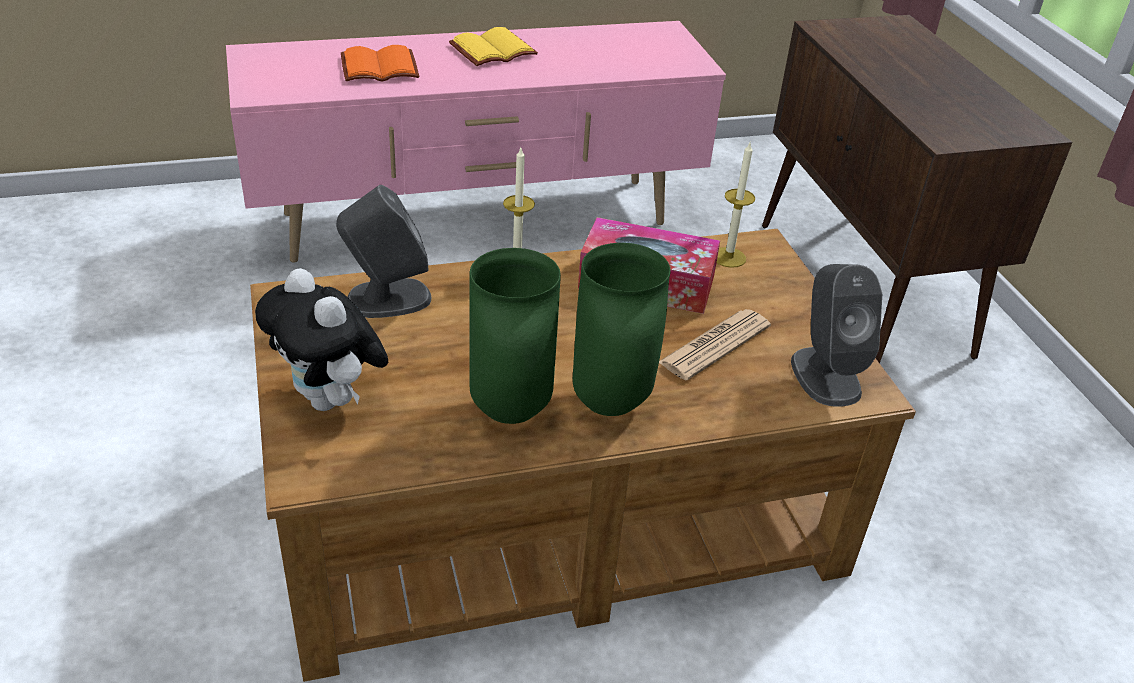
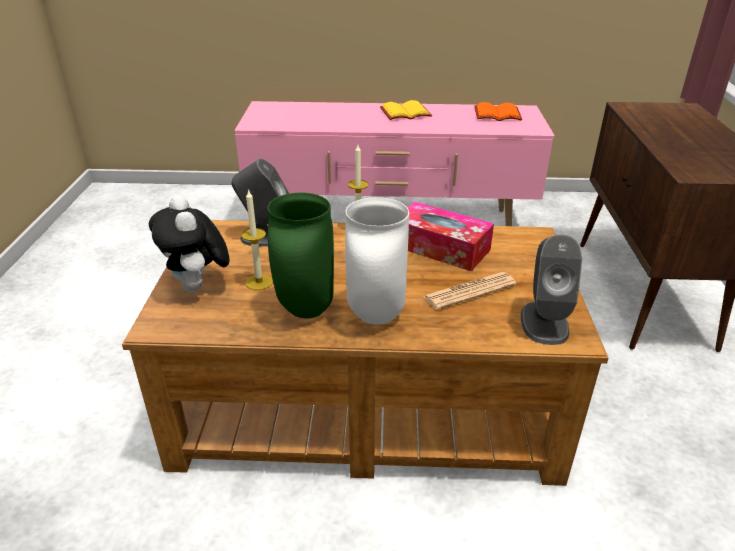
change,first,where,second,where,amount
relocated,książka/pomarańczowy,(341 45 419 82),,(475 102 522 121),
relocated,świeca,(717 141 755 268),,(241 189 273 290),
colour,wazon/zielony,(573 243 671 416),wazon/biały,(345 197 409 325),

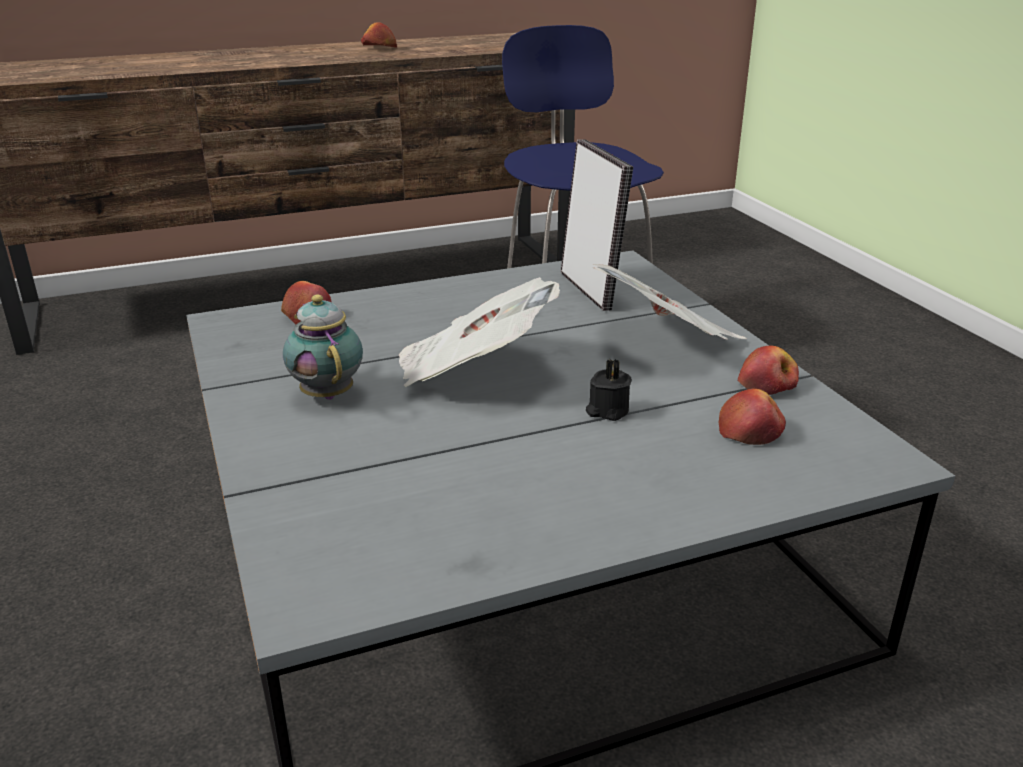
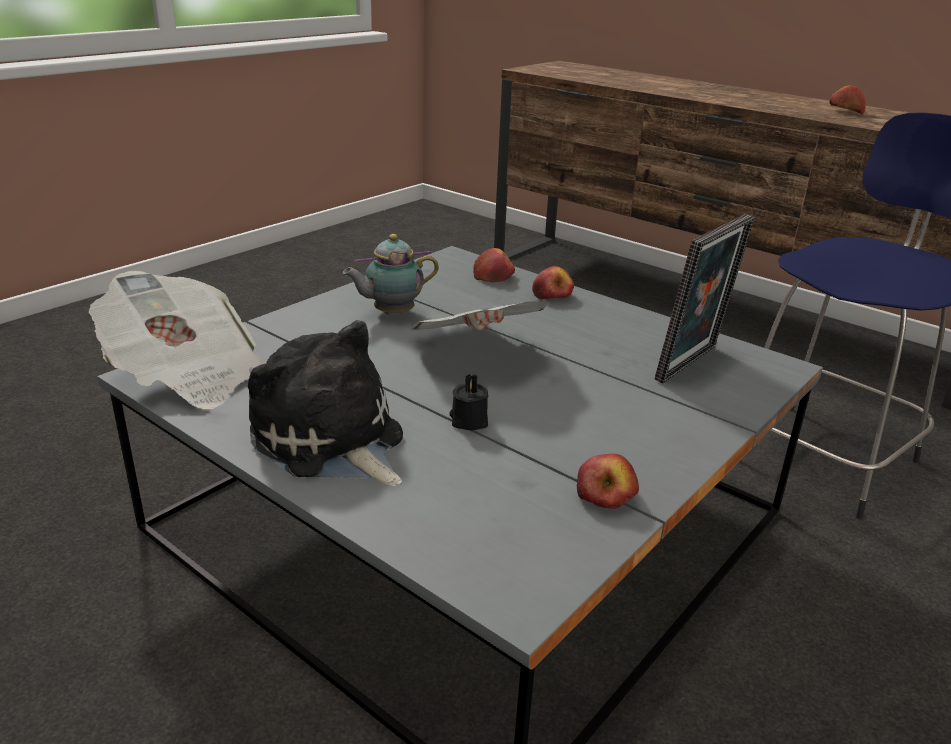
change,first,where,second,where,amount
appeared,,,pluszak,(248 320 403 486),
relocated,gazeta,(592 264 746 340),,(89 270 263 409),
relocated,jabłko,(719 389 786 445),,(532 266 574 299),
spun,imbryk,(283 295 363 400),,(343 234 439 314),150 degrees counterclockwise

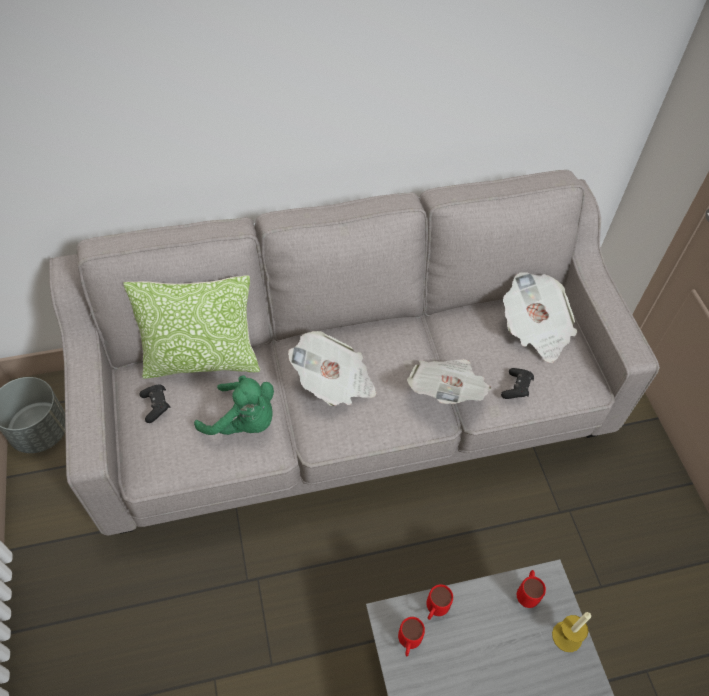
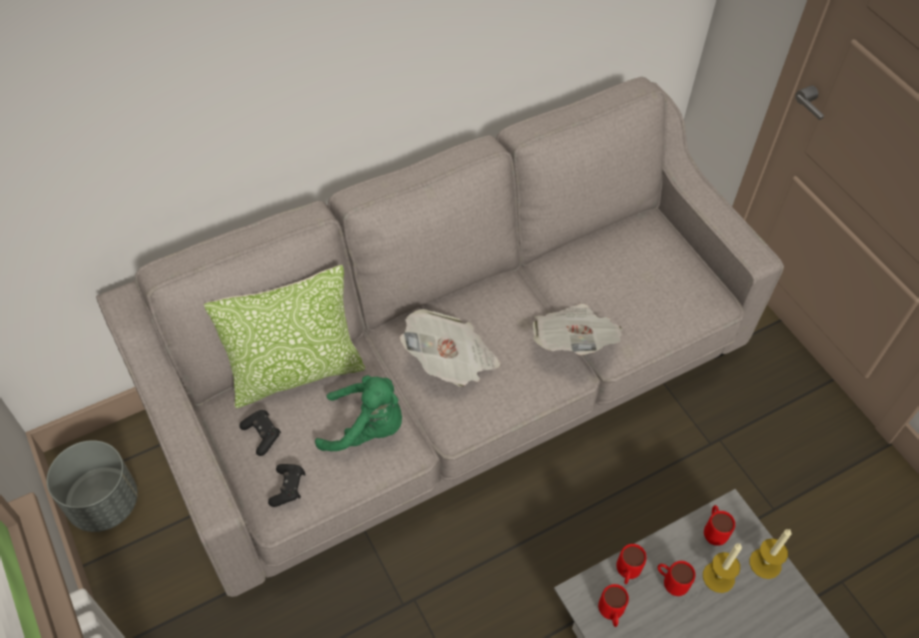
change,first,where,second,where,amount
missing,gazeta,(503 273 577 363),,,
appeared,,,kubek/czerwony,(657 561 695 596),
appeared,,,świeca,(703 543 742 593),
relocated,pad do gier/czarny,(501 368 534 399),,(268 464 306 507),

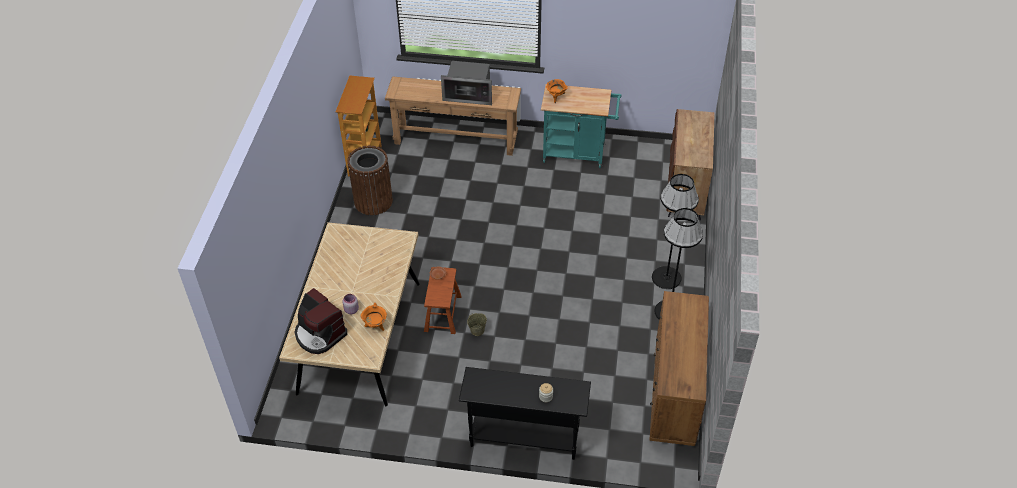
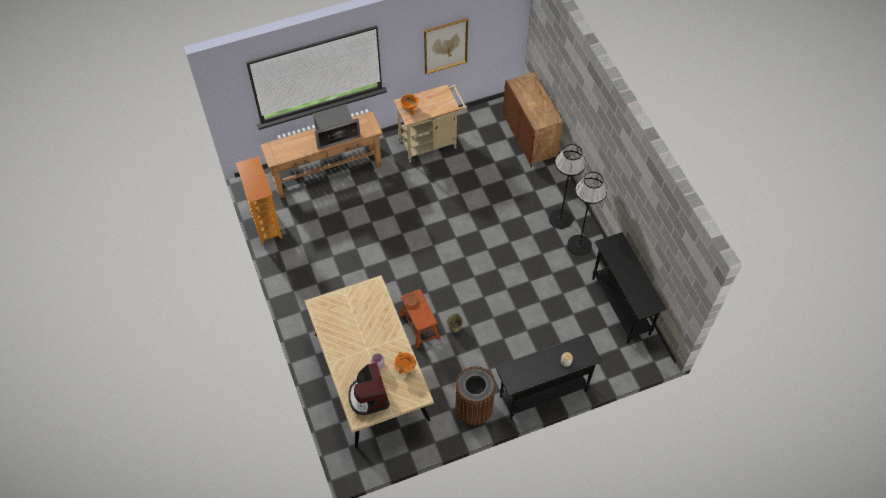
change,first,where,second,where,amount
appeared,,,obraz,(424 18 468 74),
relocated,kosz na śmieci/brązowy,(347 145 393 215),,(455 366 496 425),
exchanged,komoda/brązowy,(649 291 709 446),stolik konsolowy/czarny,(592 232 667 343),
colour,wózek/turkusowy,(541 84 621 168),wózek/beżowy,(394 84 467 163),
spun,ekspres do kawy,(294 288 347 354),,(348 362 390 415),60 degrees clockwise

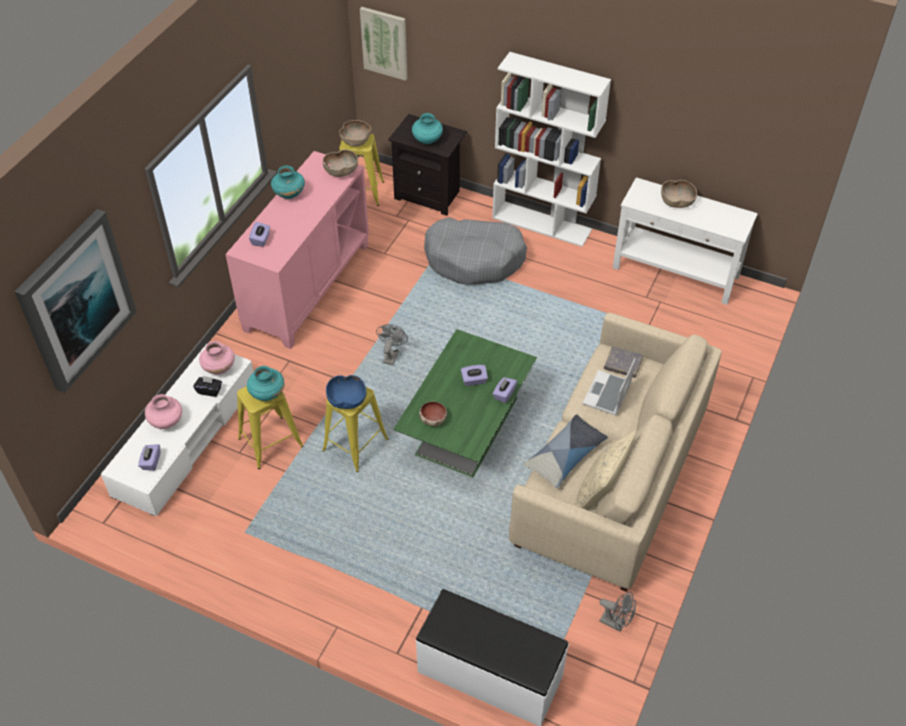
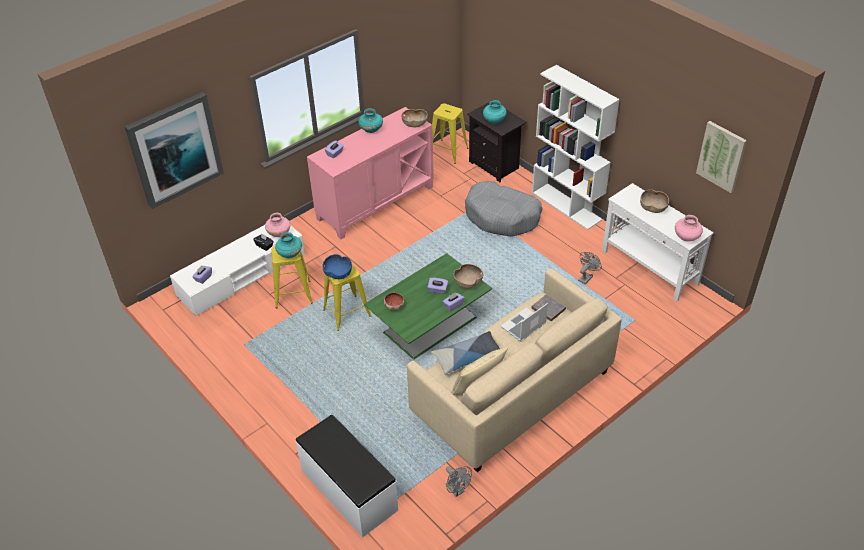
change,first,where,second,where,amount
relocated,wazon/różowy,(145 394 182 429),,(675 215 703 242),
relocated,miska/brązowy,(339 120 371 147),,(454 264 483 289),
relocated,obraz,(360 7 407 81),,(696 121 747 193),
relocated,wentylator/szary,(376 324 408 365),,(578 252 602 284),

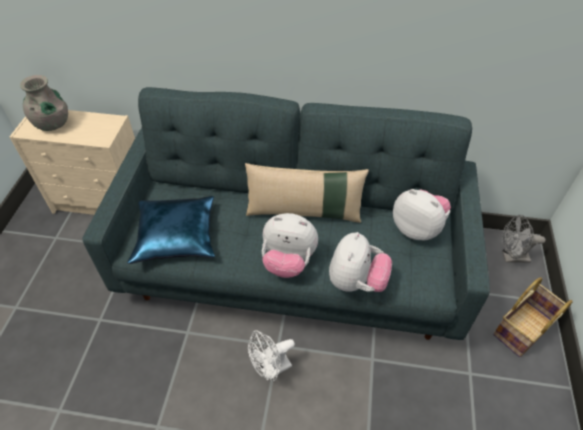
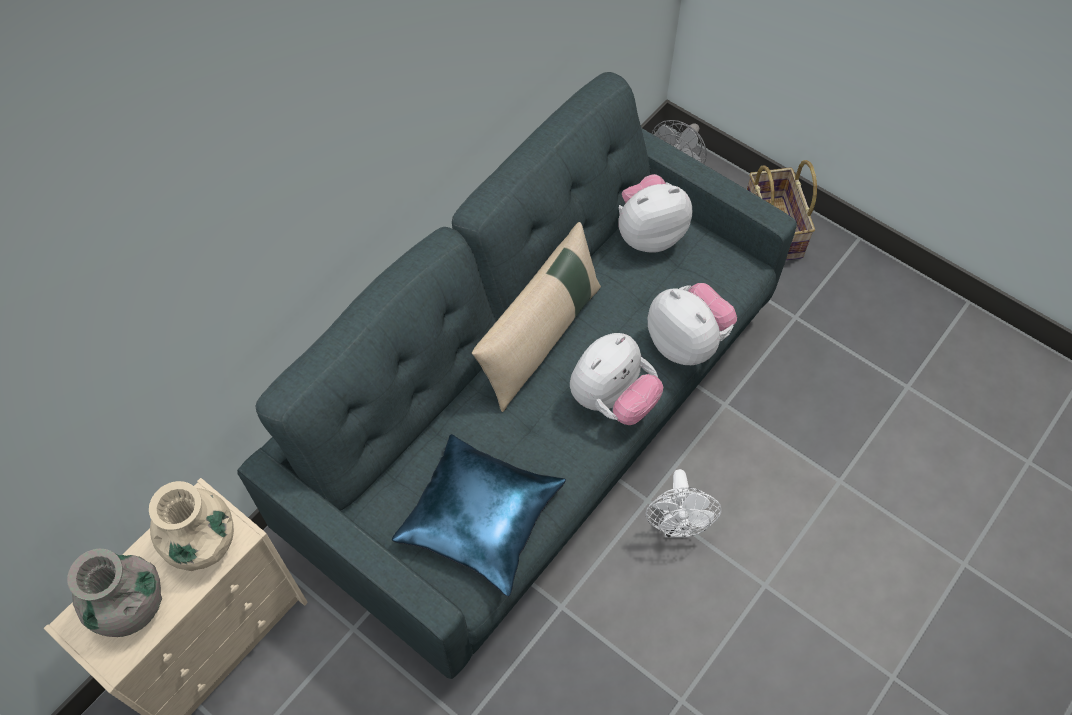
change,first,where,second,where,amount
appeared,,,wazon/beżowy,(149 481 234 571),

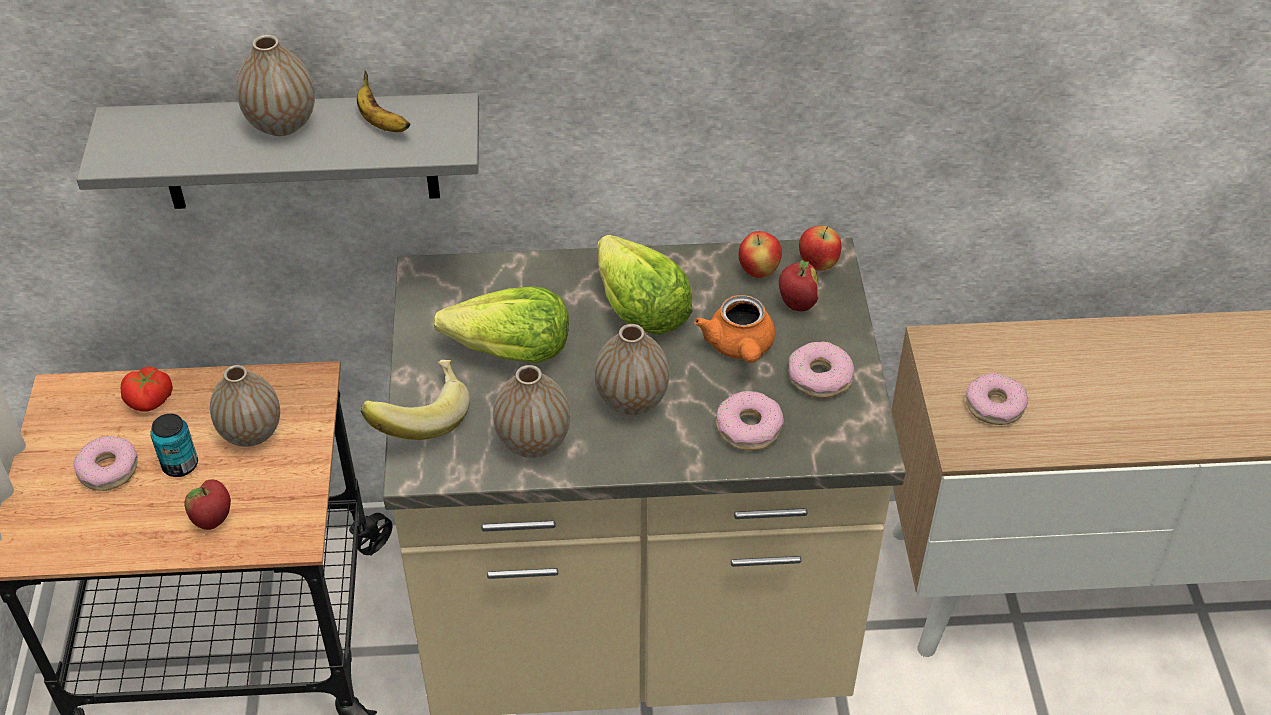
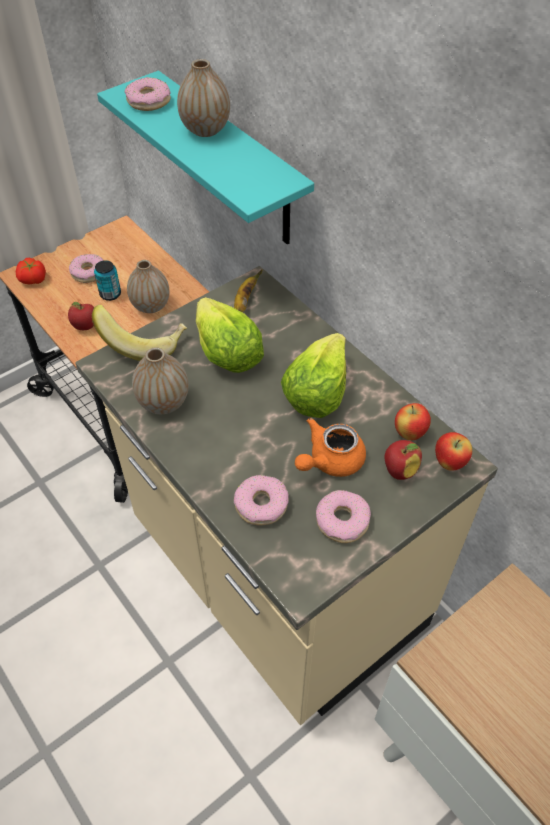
change,first,where,second,where,amount
missing,wazon,(594 324 669 415),,,
relocated,pomidor,(121 367 173 412),,(16 258 46 284),
relocated,banan,(357 71 410 132),,(234 269 262 312),
relocated,donut,(966 373 1028 425),,(125 77 171 111),
colour,półka/szary,(77 93 479 209),półka/turkusowy,(97 71 314 244),

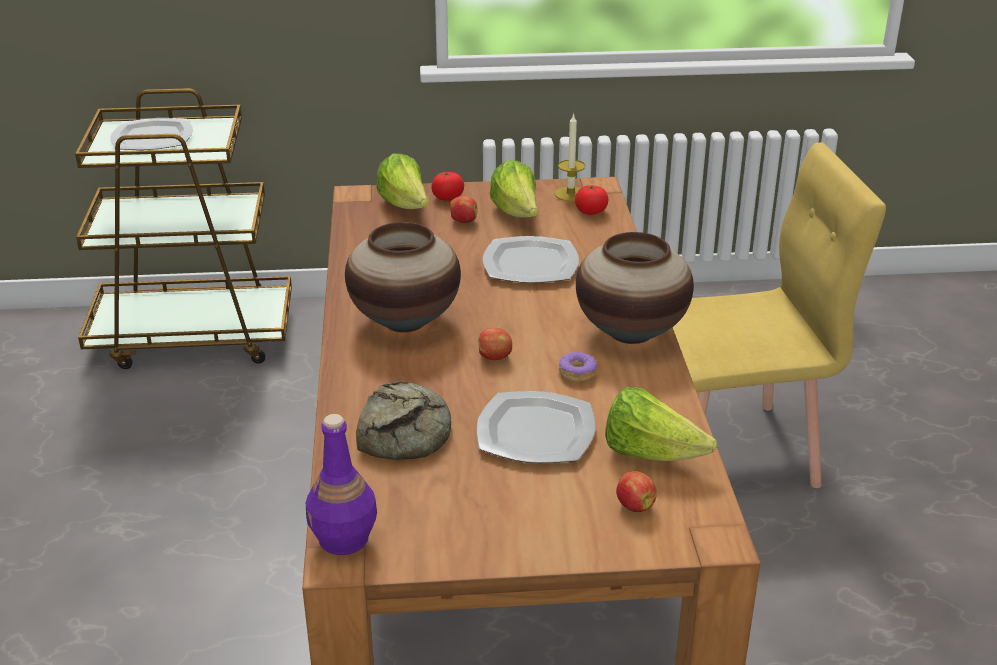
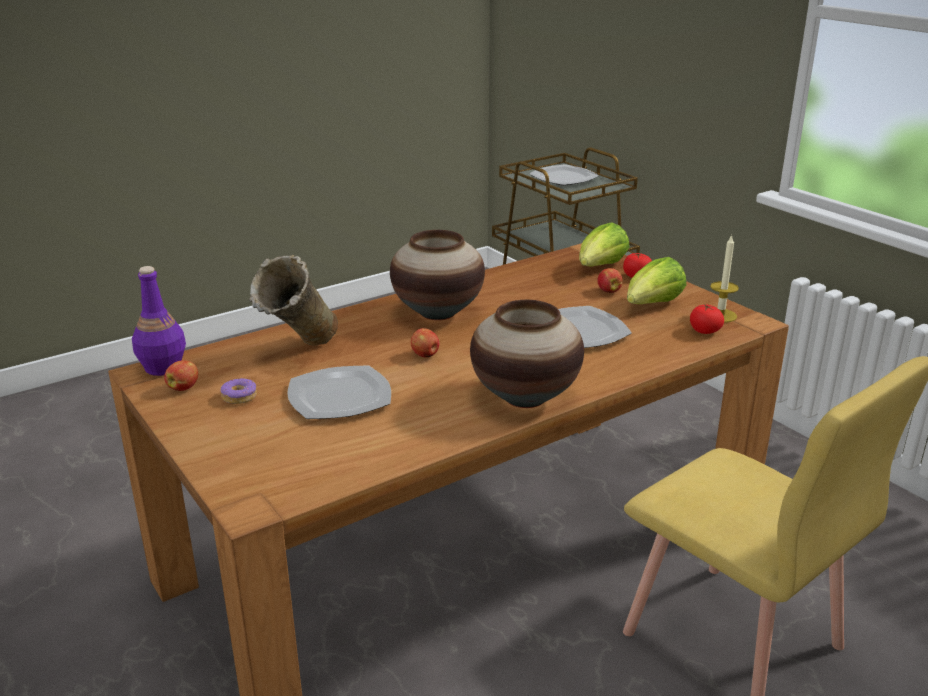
change,first,where,second,where,amount
missing,sałata,(605 387 717 461),,,
relocated,donut,(559 352 597 382),,(220 378 257 404),
relocated,jabłko,(616 471 657 512),,(164 360 198 391),
exchanged,chleb,(356 381 451 460),wazon/beżowy,(249 255 338 346),

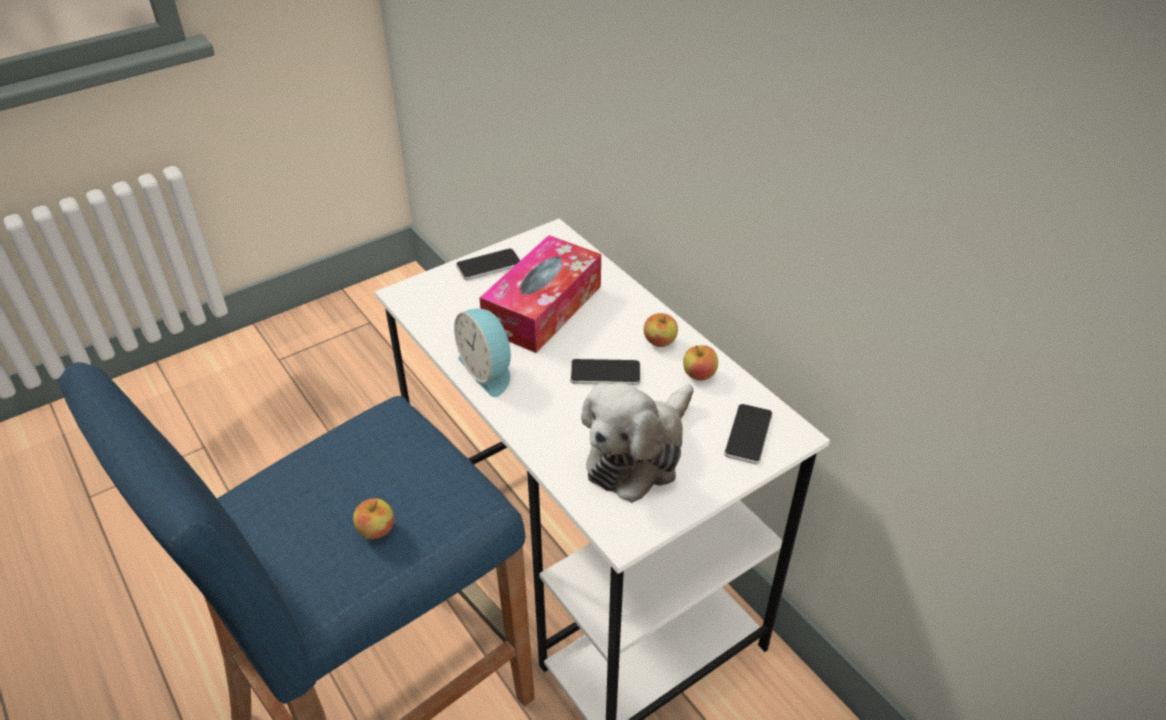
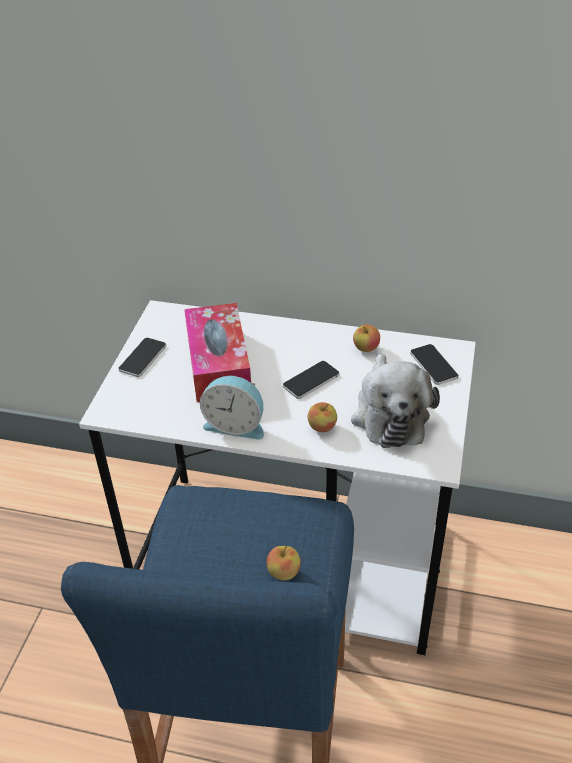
change,first,where,second,where,amount
relocated,jabłko,(644 313 678 347),,(308 402 337 432),

